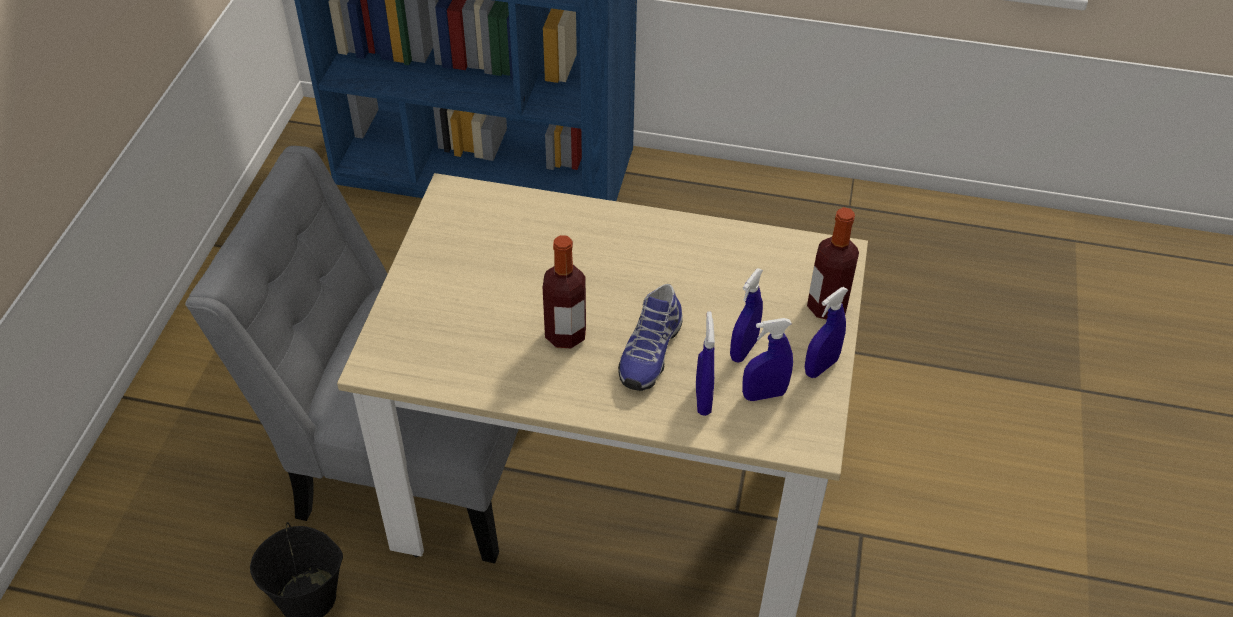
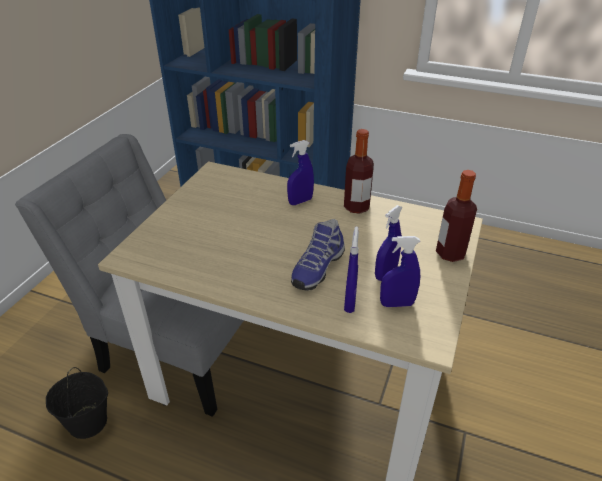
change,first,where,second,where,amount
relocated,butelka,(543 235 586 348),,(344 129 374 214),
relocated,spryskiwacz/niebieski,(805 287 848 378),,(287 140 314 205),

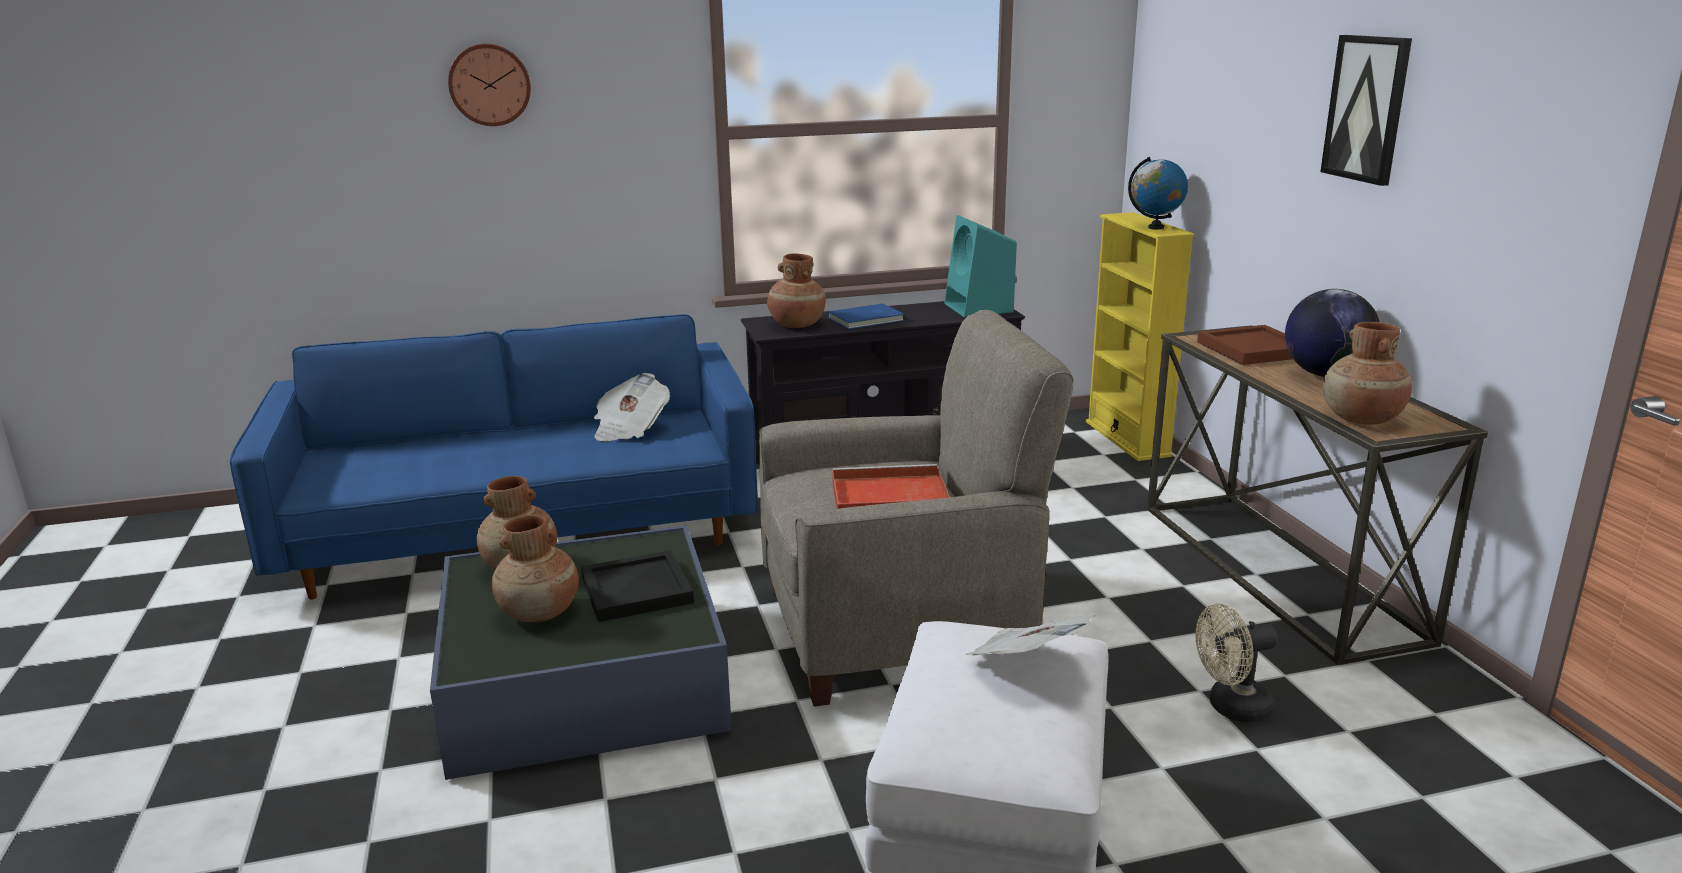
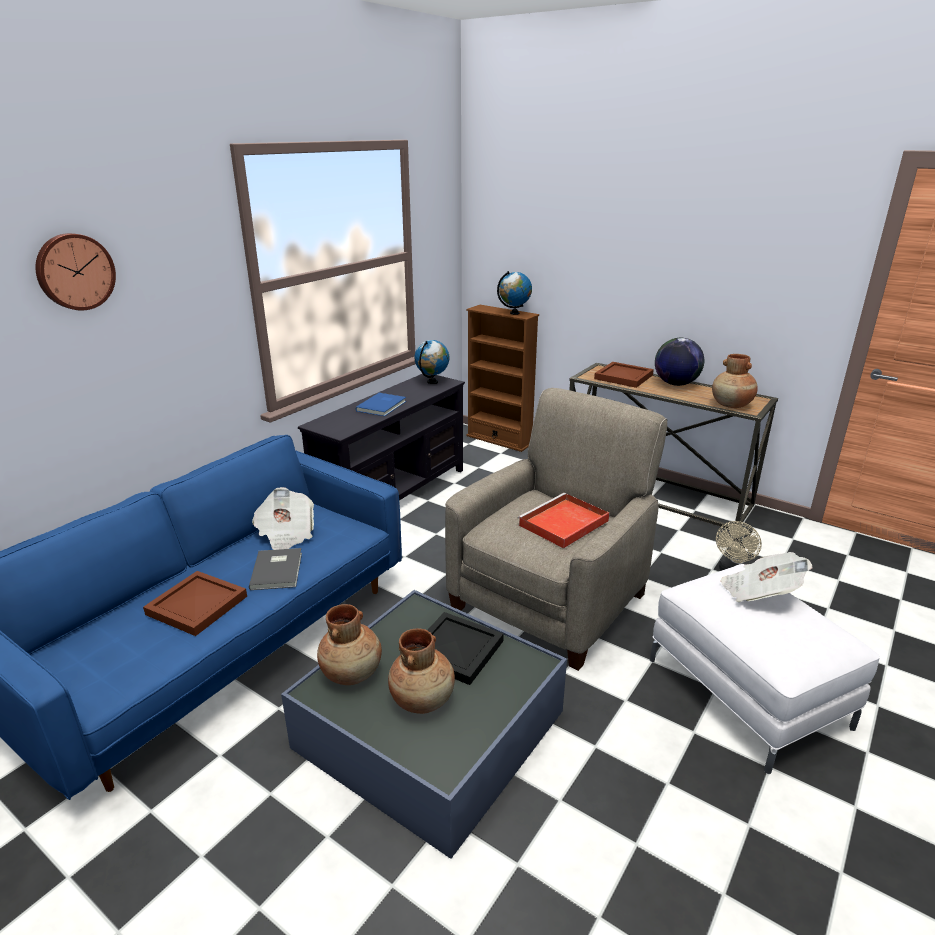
change,first,where,second,where,amount
missing,wazon/brązowy,(767 253 826 328),,,
missing,obraz,(1320 35 1412 186),,,
appeared,,,taca/brązowy,(143 571 247 636),
appeared,,,książka/szary,(249 548 302 590),
exchanged,głośnik/turkusowy,(944 215 1017 317),globus,(414 340 449 384),
colour,regał/żółty,(1086 212 1194 461),regał/brązowy,(466 305 539 452),

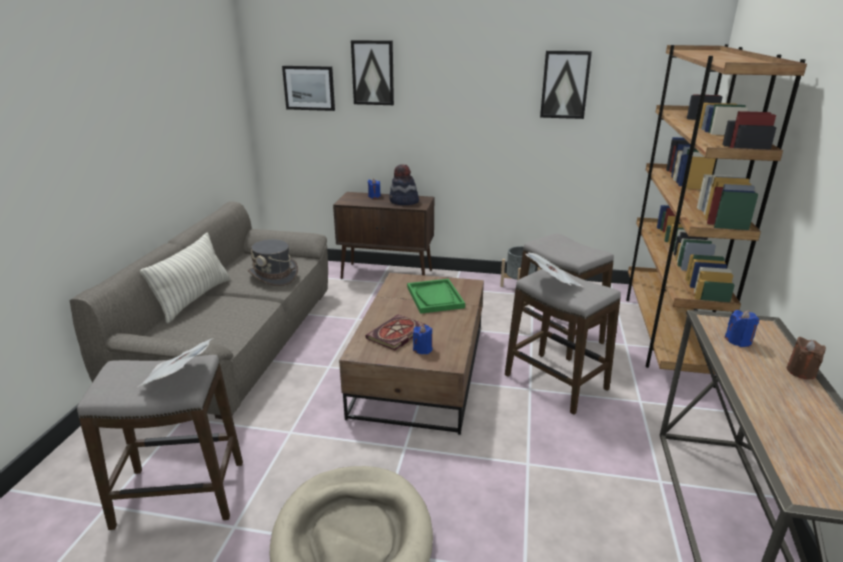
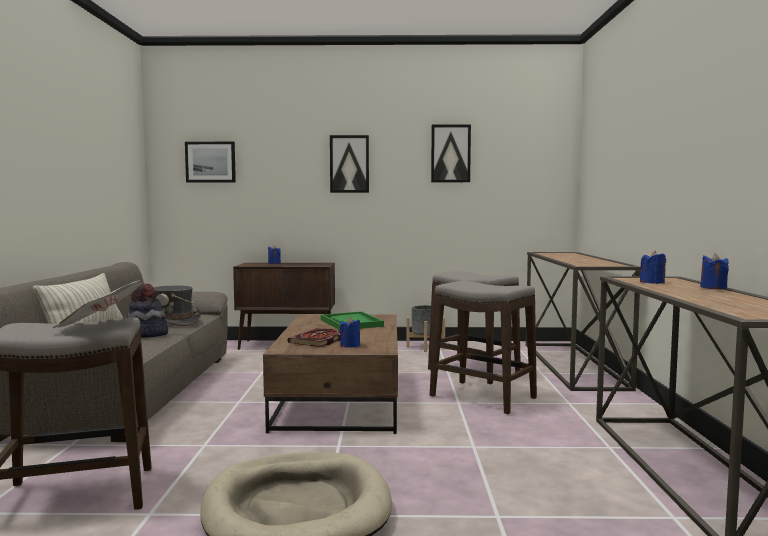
change,first,where,second,where,amount
missing,gazeta,(525 253 583 287),,,
relocated,obraz,(351 40 394 105),,(330 135 369 193),
relocated,kapelusz,(389 164 419 205),,(127 284 168 338),
exchanged,regał/brązowy,(626 44 807 388),stolik konsolowy,(526 252 641 391),
colour,świeca/brązowy,(787 336 826 379),świeca/niebieski,(700 253 729 290),

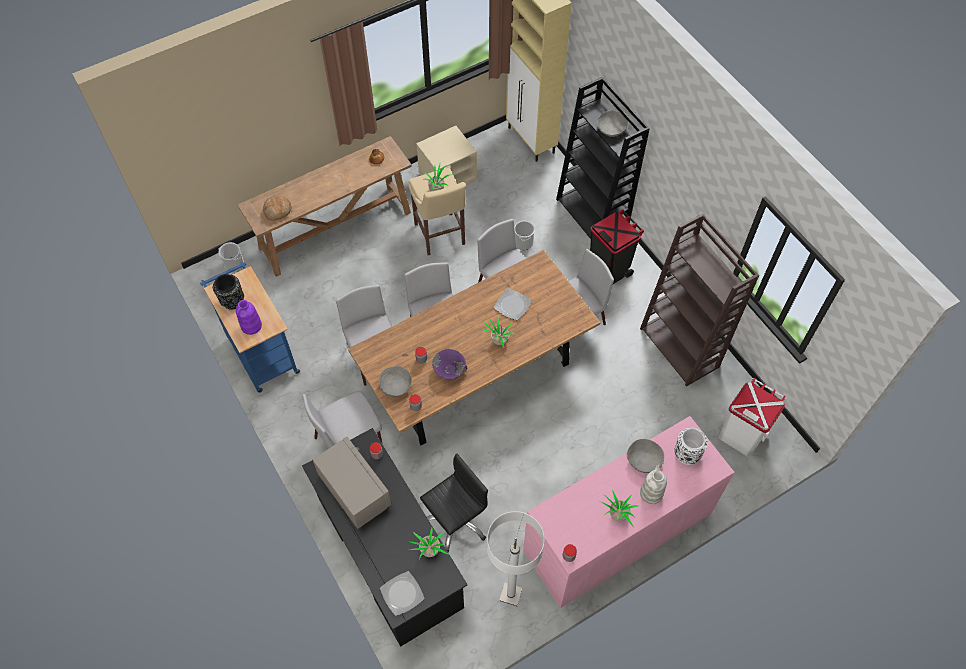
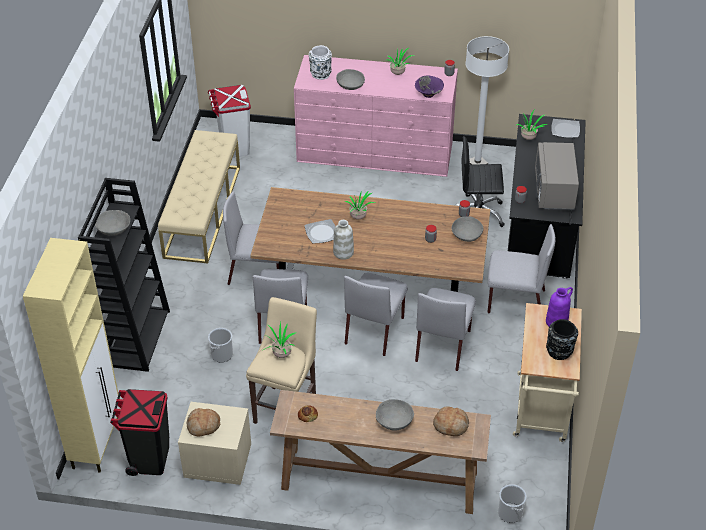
change,first,where,second,where,amount
appeared,,,chleb,(187 408 220 437),
appeared,,,miska/szary,(376 399 414 431),
relocated,miska/fioletowy,(432 349 467 379),,(415 76 444 98),
relocated,kosz na śmieci/czarny,(590 209 644 284),,(110 389 169 476),
relocated,wazon/biały,(640 464 667 504),,(333 220 354 260),
exchanged,regał/brązowy,(640 213 759 387),ławka/beżowy,(158 130 240 264),
colour,wózek/niebieski,(200 262 300 393),wózek/beżowy,(513 303 582 442),

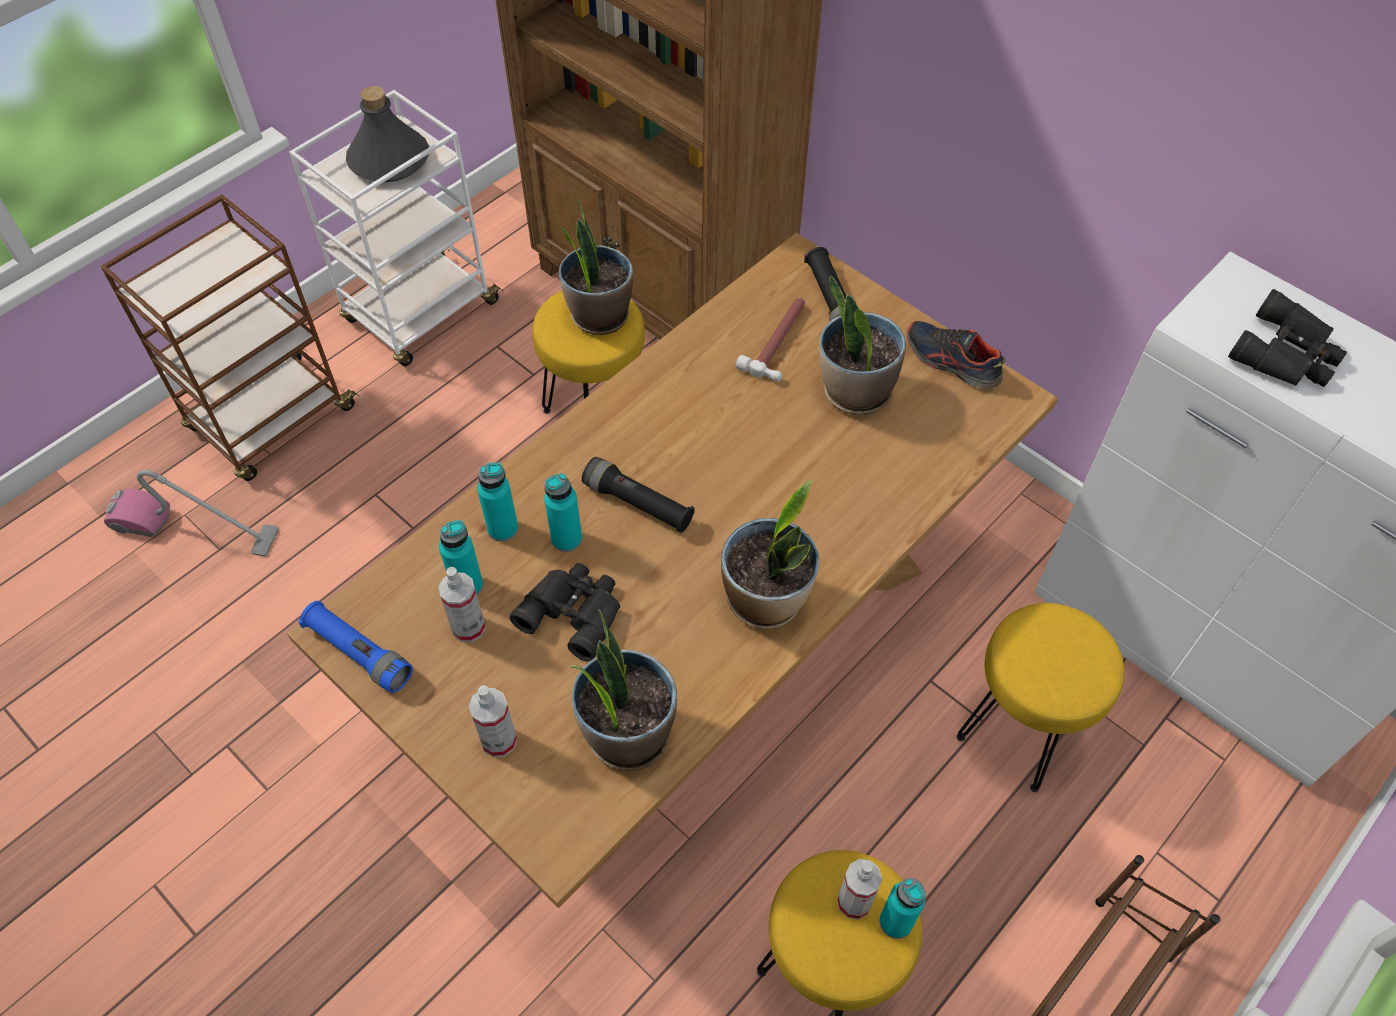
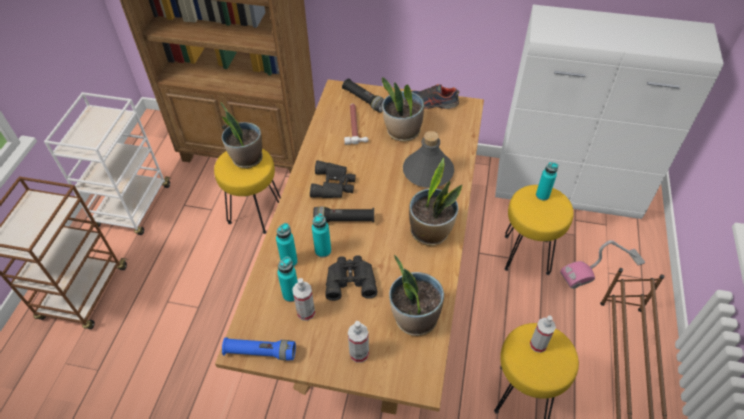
change,first,where,second,where,amount
relocated,odkurzacz,(104 469 279 557),,(560 240 645 289),
relocated,butelka/szary,(346 86 429 182),,(403 131 454 188),
relocated,butelka/turkusowy,(880 878 926 939),,(536 162 558 201),
relocated,lornetka/czarny,(1228 289 1347 387),,(310 161 356 198),

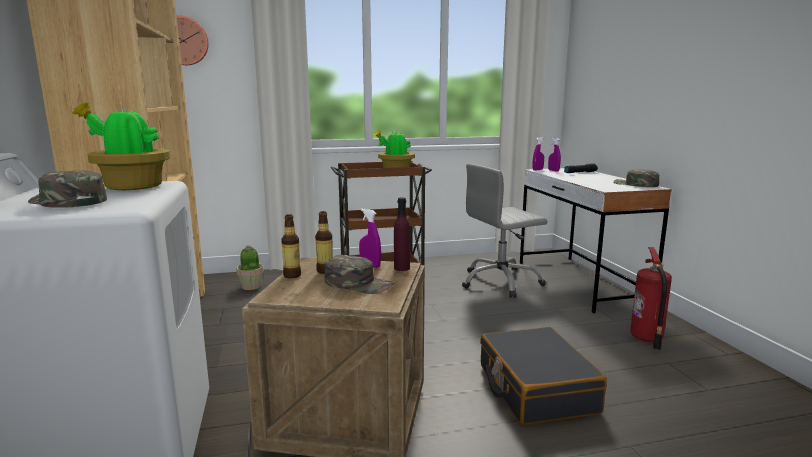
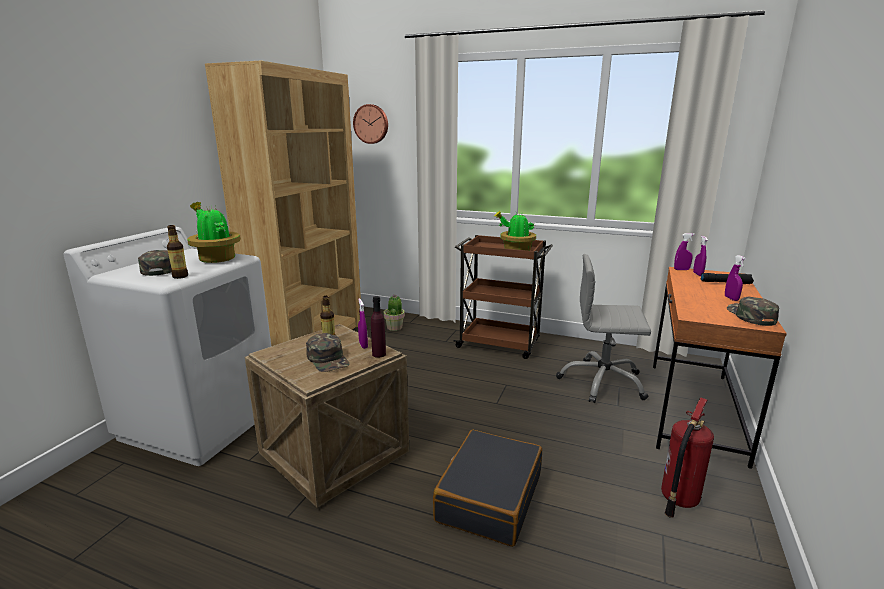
change,first,where,second,where,amount
appeared,,,spryskiwacz/fioletowy,(725 255 746 301),
relocated,butelka,(281 214 301 278),,(167 225 188 279),
colour,biurko/biały,(520 168 672 313),biurko/pomarańczowy,(653 267 787 469),

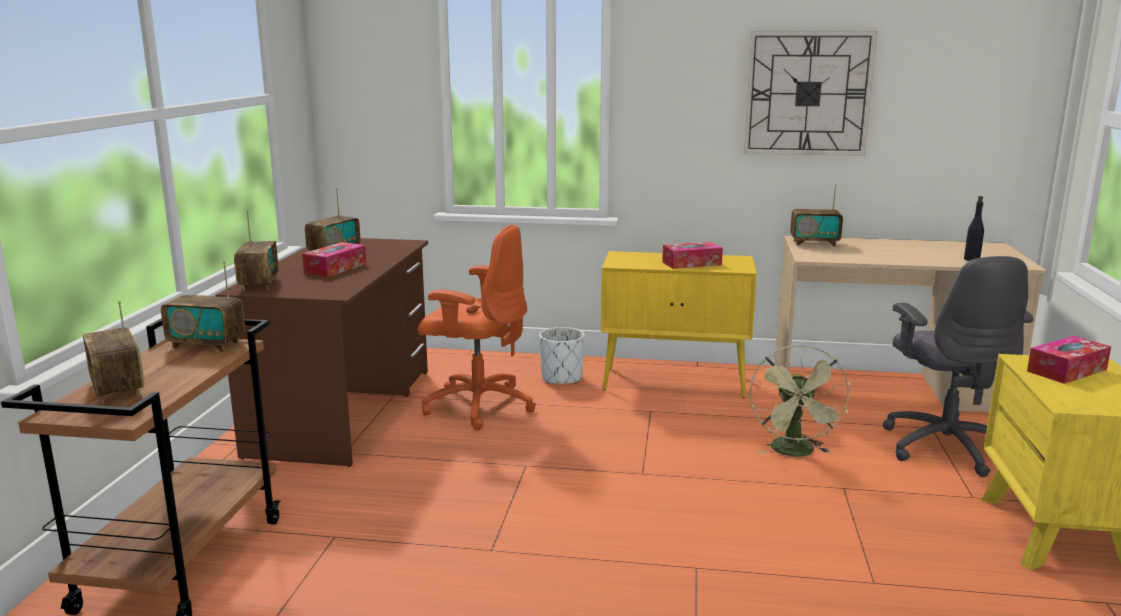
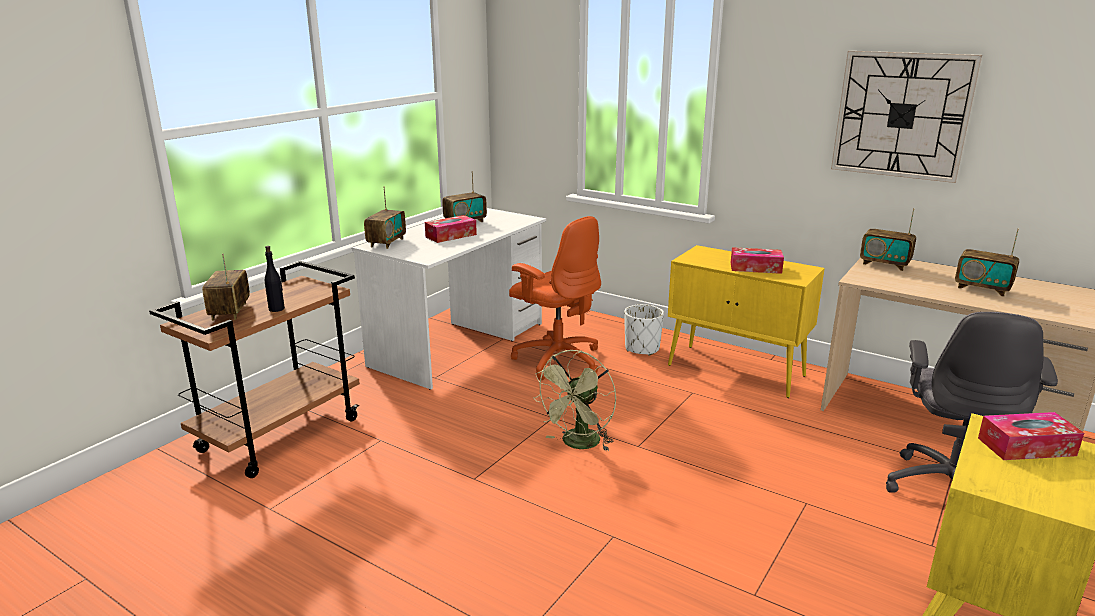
change,first,where,second,where,amount
relocated,radio,(161 261 245 352),,(955 229 1019 297),
relocated,wentylator/zielony,(750 344 850 457),,(533 350 616 451),
relocated,butelka/czarny,(964 196 984 261),,(265 246 285 312),
colour,biurko/brązowy,(215 238 428 467),biurko/biały,(352 208 546 390),

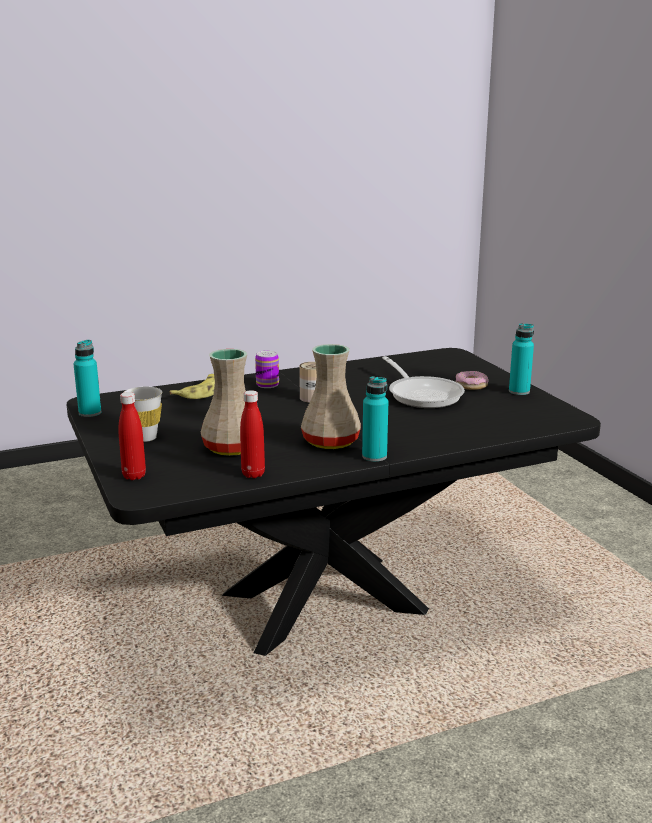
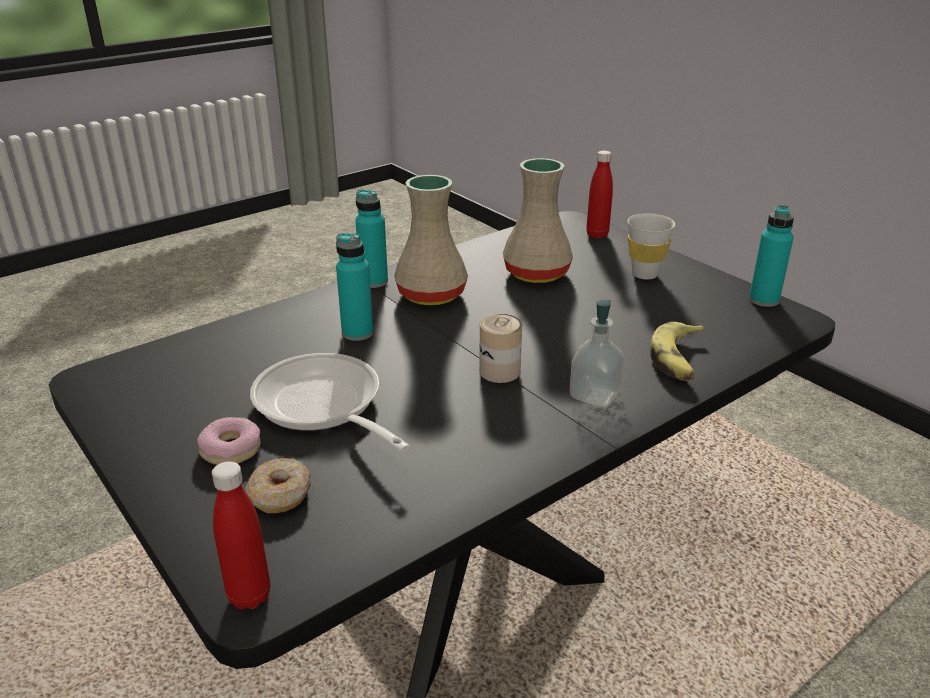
change,first,where,second,where,amount
appeared,,,donut,(245 458 311 513),
relocated,butelka/czerwony,(240 390 265 478),,(212 461 270 610),
relocated,butelka/turkusowy,(509 323 534 395),,(336 233 373 341),
exchanged,puszka,(255 351 279 388),dozownik mydła,(570 300 624 407),

